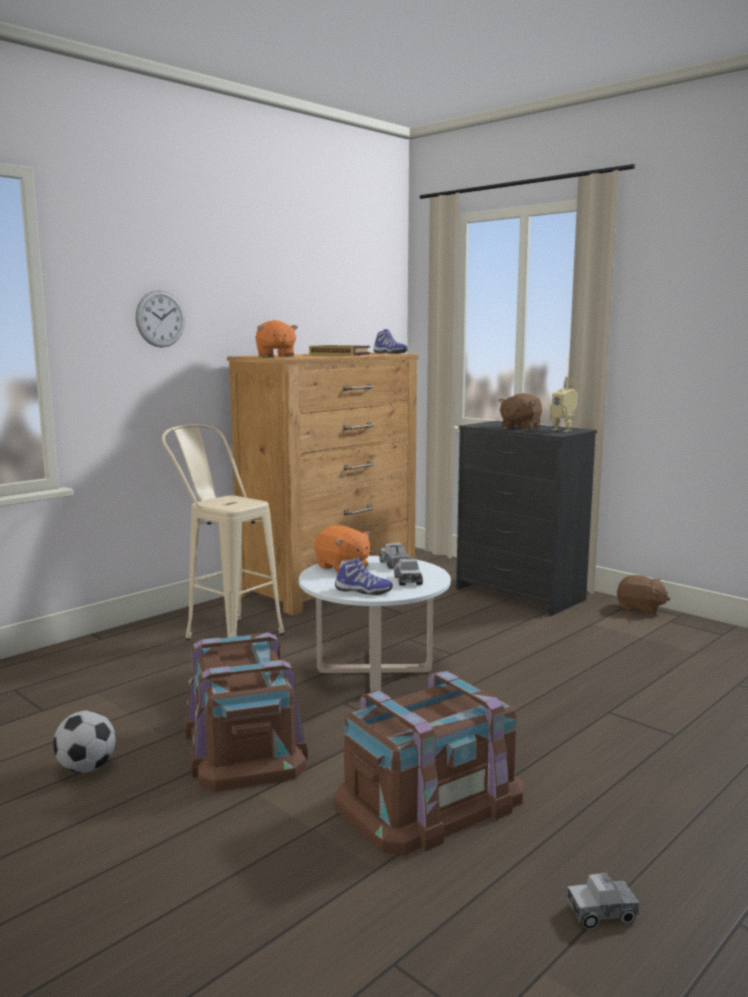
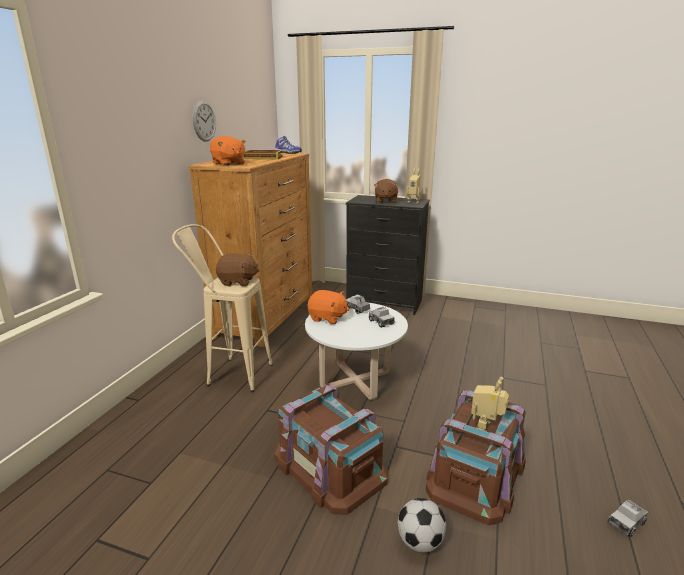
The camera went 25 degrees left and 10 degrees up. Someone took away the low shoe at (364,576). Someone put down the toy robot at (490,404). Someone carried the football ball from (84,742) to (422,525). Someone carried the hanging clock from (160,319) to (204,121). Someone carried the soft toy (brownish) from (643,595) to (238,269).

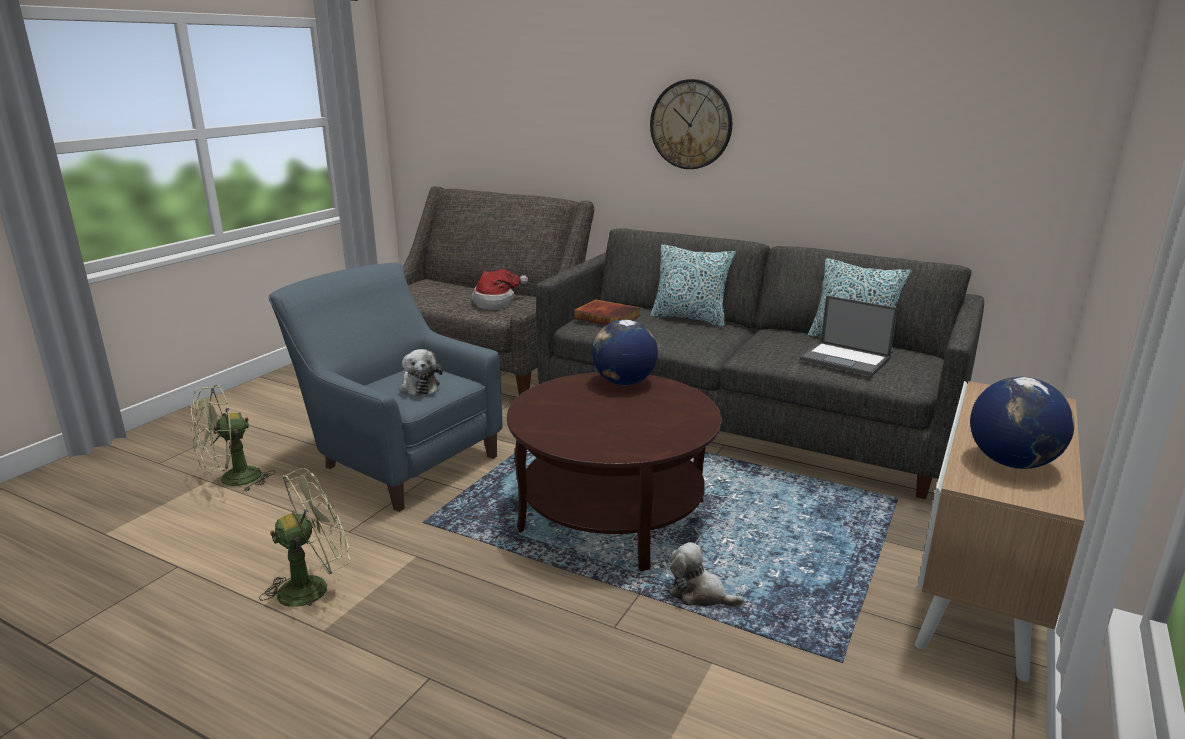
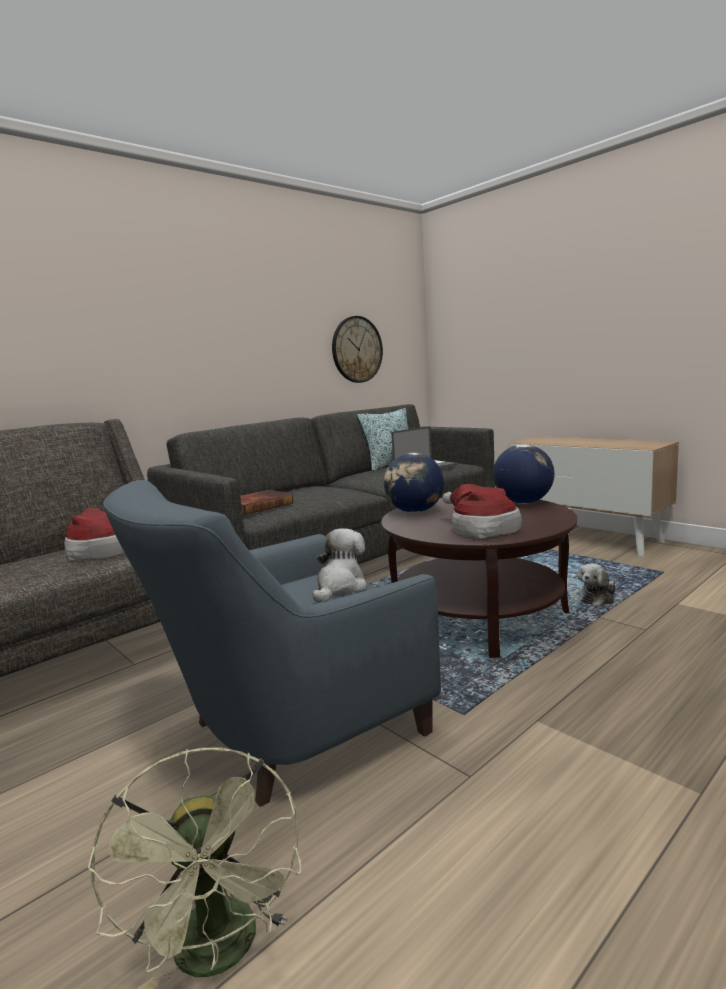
The camera went 70 degrees left and 10 degrees down. Someone took away the fan (green-coloured) at (304,538). Someone took away the pillow at (693,286). Someone put down the clothing hat at (482,511). Someone carried the hanging clock from (691,124) to (357,349). Someone carried the world globe from (1022,423) to (524,474). Someone rotated the soft toy at (421,372) by 60 degrees counterclockwise.

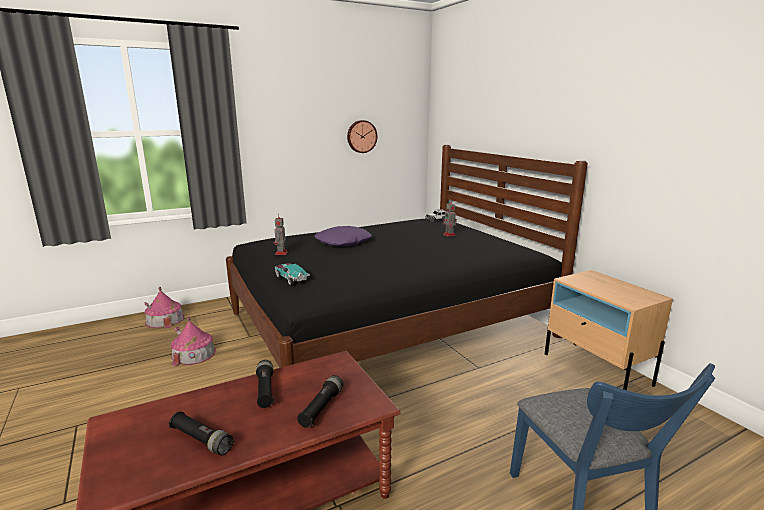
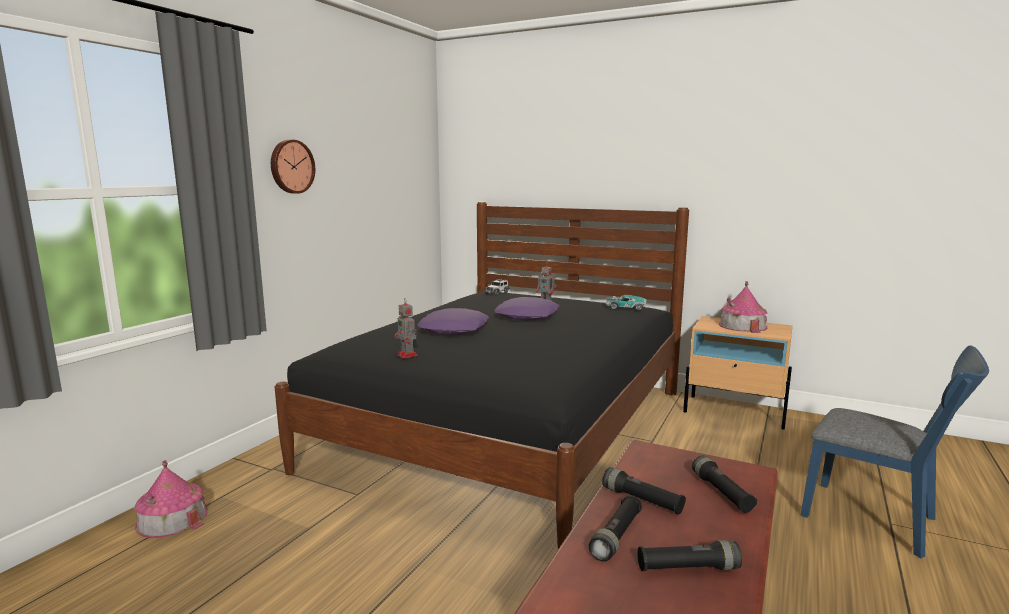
The camera went 35 degrees left and 5 degrees down. Someone put down the pillow (purple) at (527,309). Someone put down the torch (black-coloured) at (615,529). Someone carried the model house from (193,341) to (743,307). Someone carried the miniature car from (292,274) to (626,303). Someone carried the hanging clock from (362,136) to (293,167).

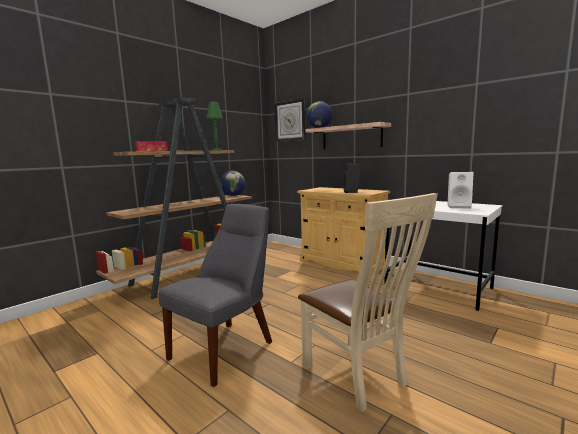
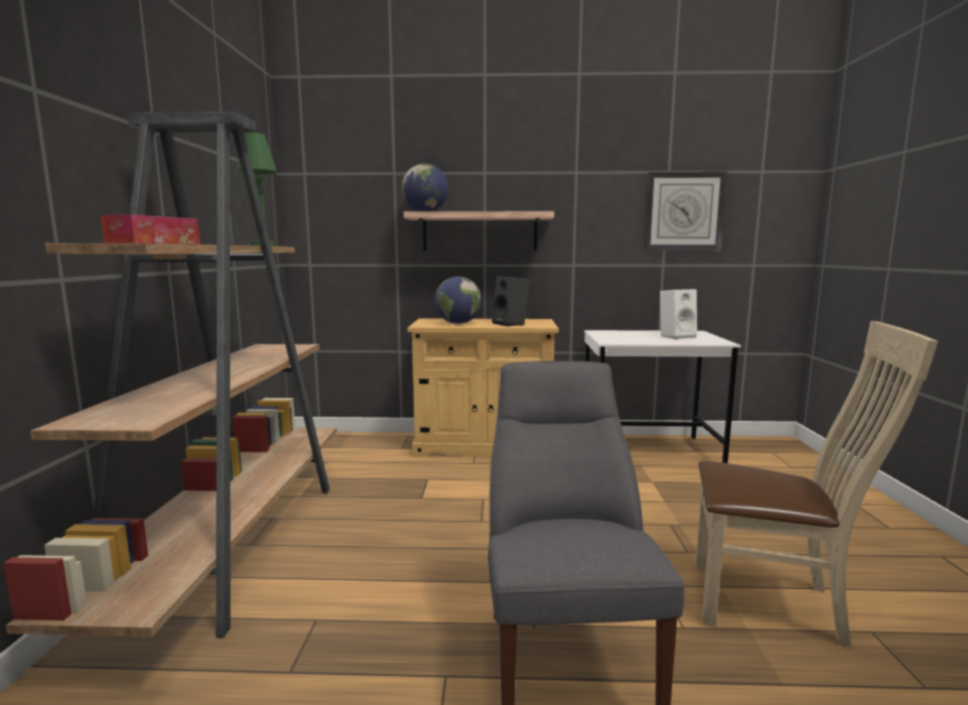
The camera went 40 degrees left and 0 degrees up. Someone carried the world globe from (232,183) to (458,300). Someone carried the hanging clock from (290,120) to (685,210).

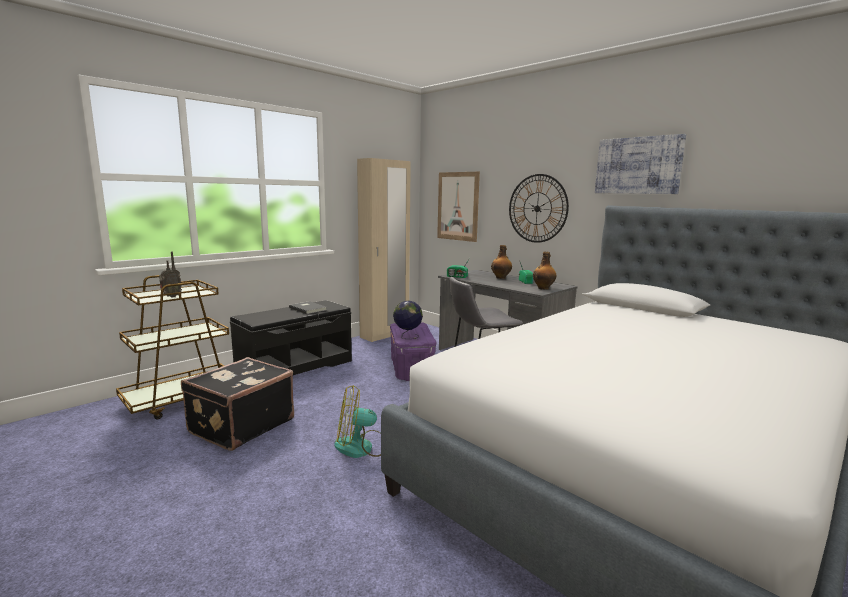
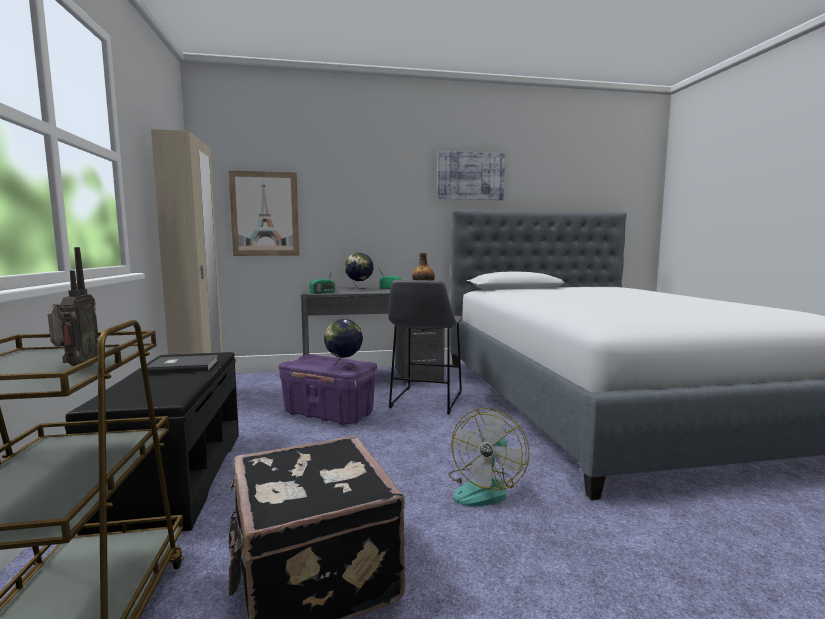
The camera went 55 degrees left and 5 degrees down. Someone took away the hanging clock at (539,208). Someone swapped the drink bottle at (501,262) for the world globe at (359,271).

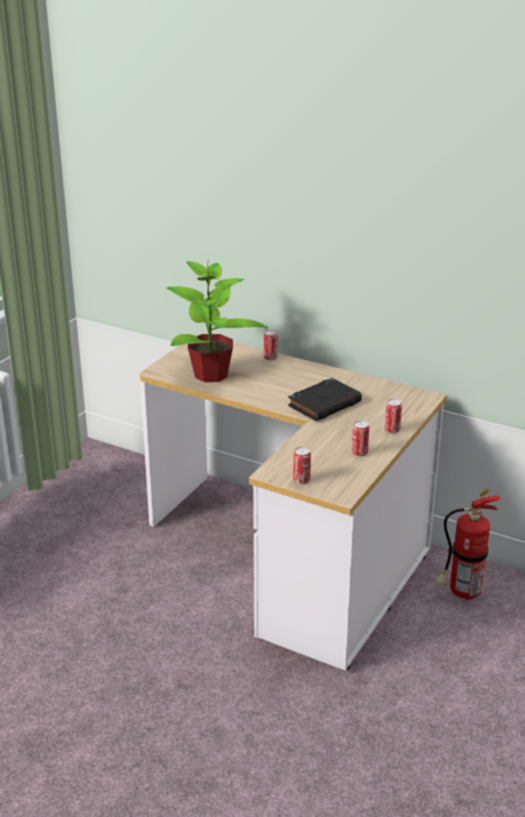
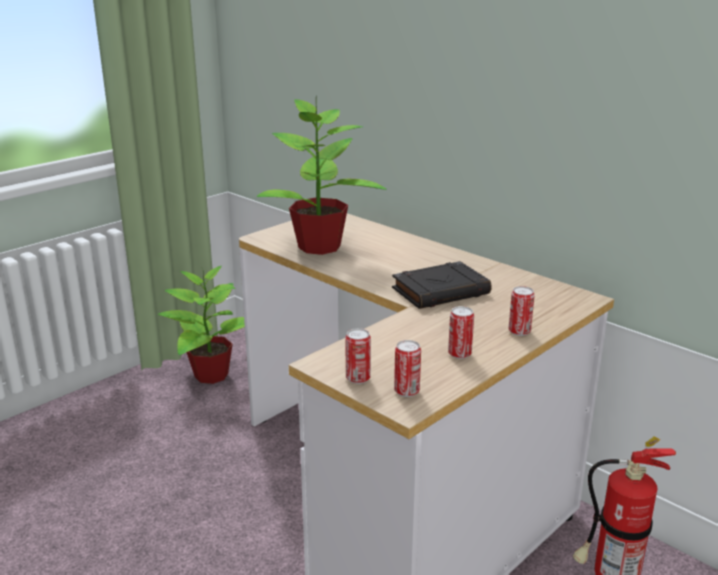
The camera went 15 degrees right and 5 degrees down. Someone put down the plant in a pot at (201,325). Someone carried the sealed can from (271,345) to (407,368).

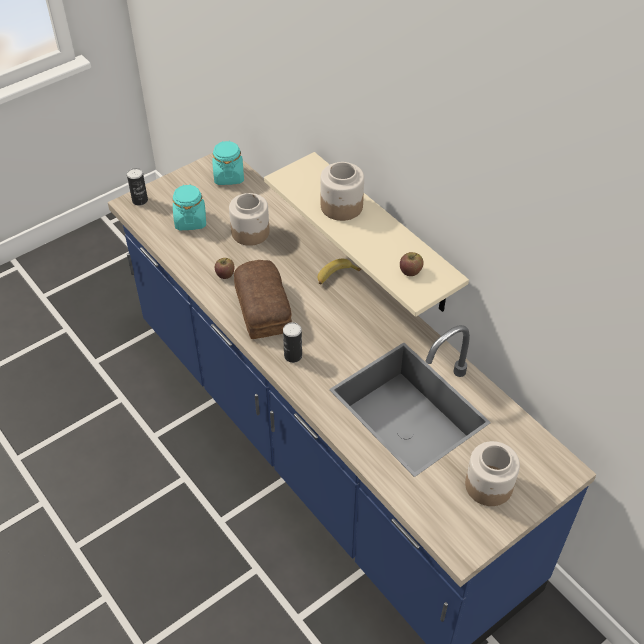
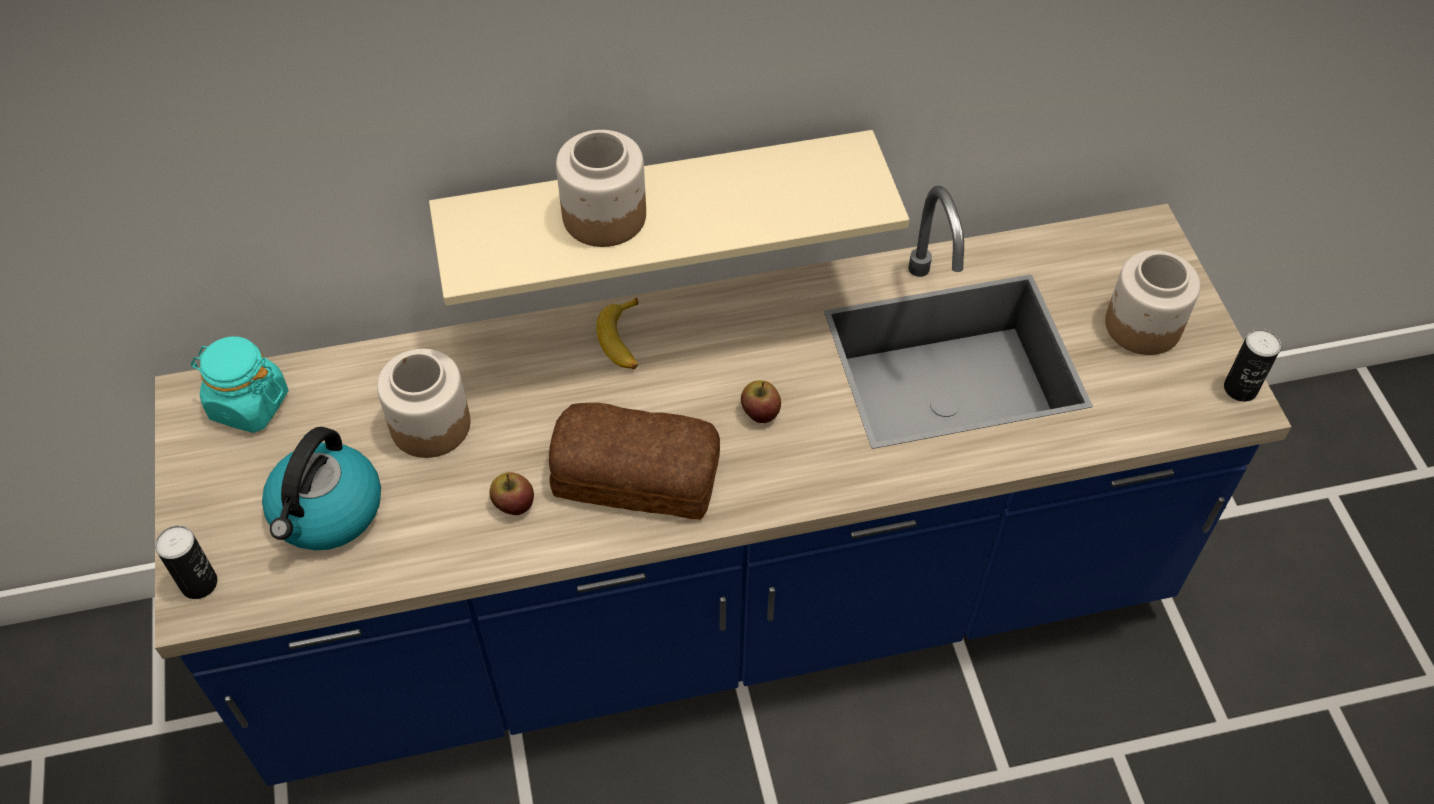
The camera went 65 degrees left and 5 degrees up. Someone carried the sealed can from (292,342) to (1252,365). Someone carried the whole apple from (412,264) to (761,401). Someone swapped the jar (turquoise-coloured) at (189,207) for the water kettle at (321,488).

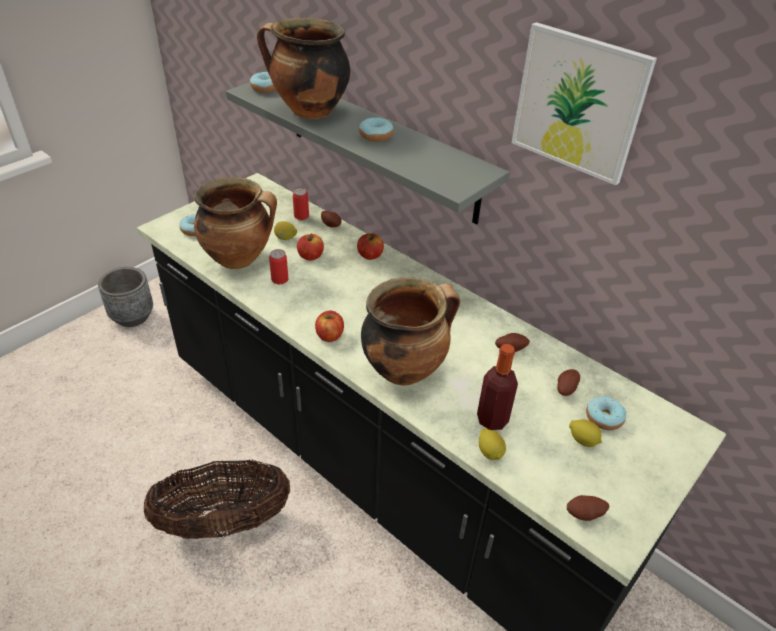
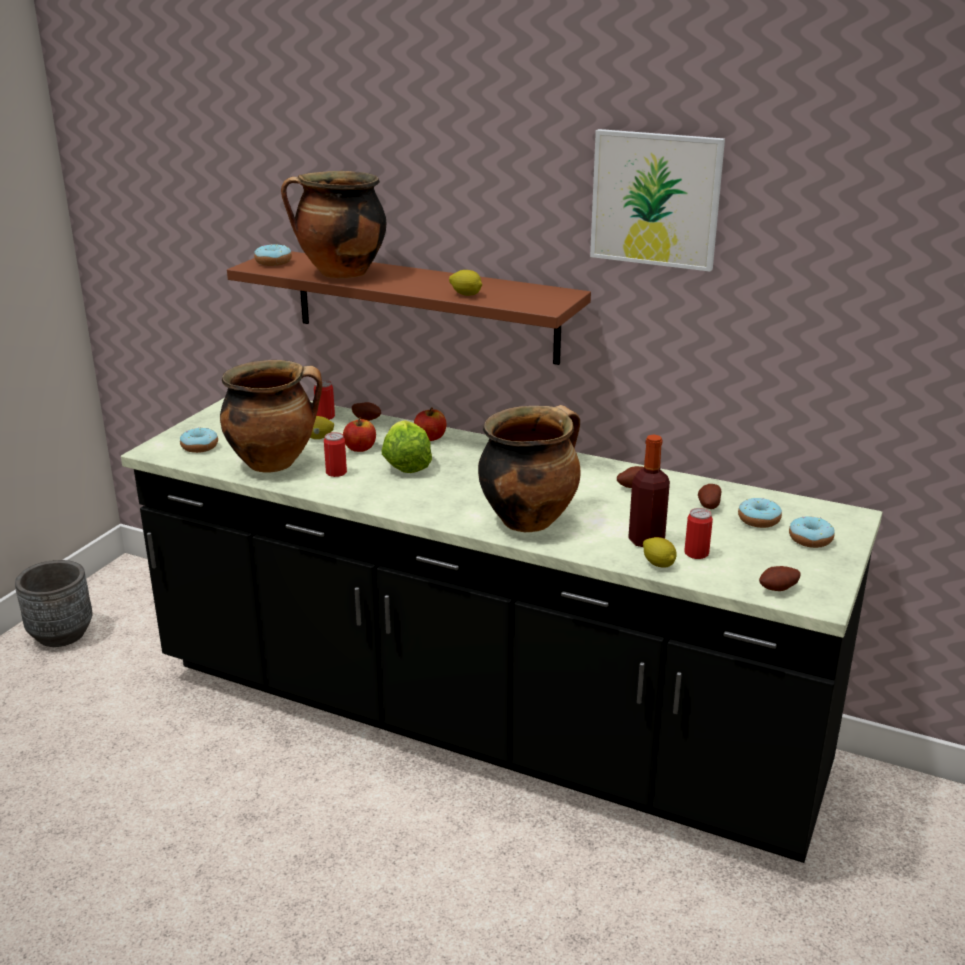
The camera went 15 degrees left and 15 degrees down. Someone took away the basket at (217,499). Someone took away the whole apple at (329,326). Someone put down the lettuce head at (407,446). Someone put down the sealed can at (698,533). Someone carried the donut from (376,129) to (812,532). Someone carried the citrus fruit from (585,433) to (465,283). Someone repainted the wall shelf (gray) at (368,153), which became the wall shelf (brownish) at (409,308).

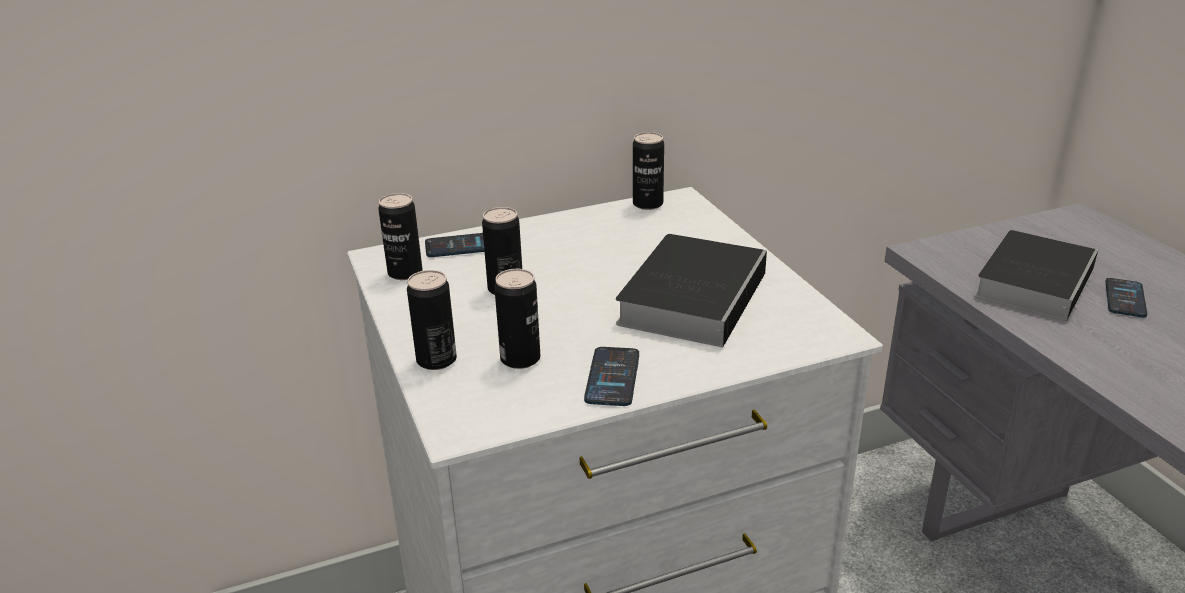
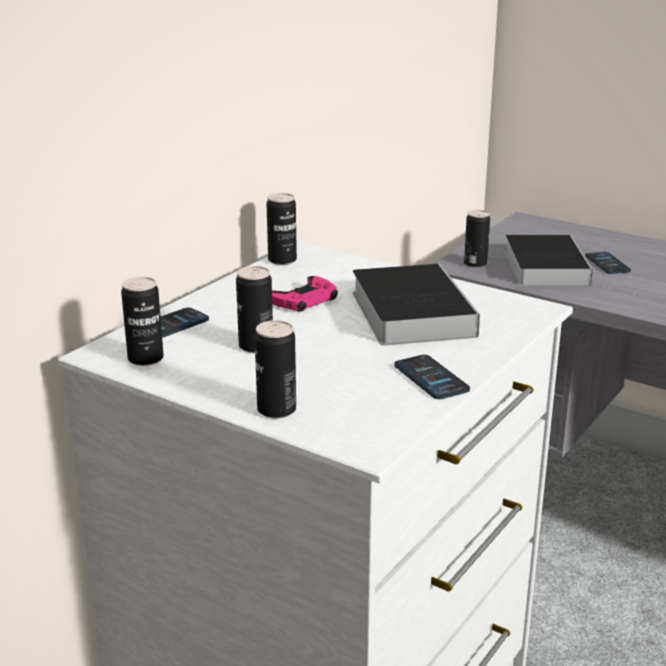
The camera went 35 degrees left and 5 degrees down. Someone put down the gamepad (pinkish) at (305,294). Someone carried the sealed can from (517,319) to (477,239).

